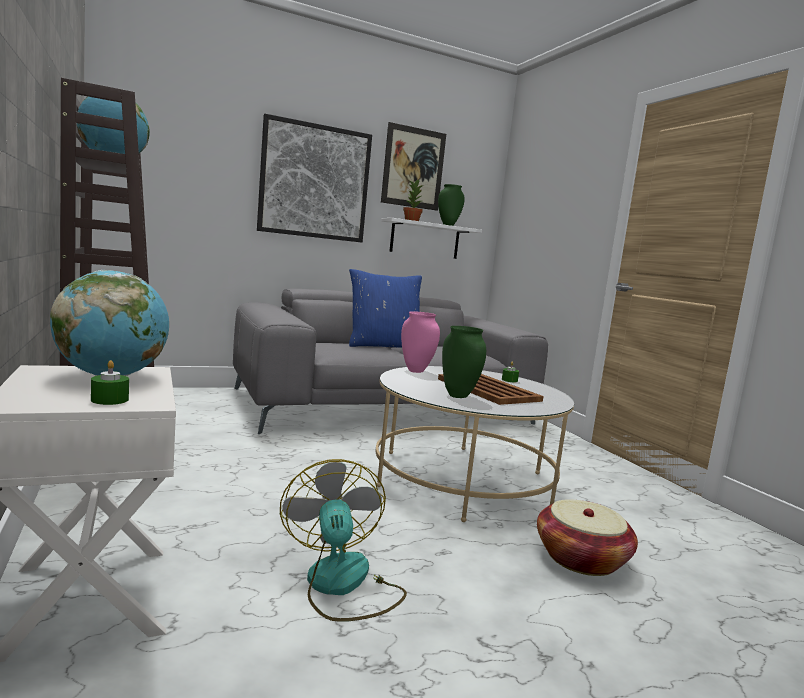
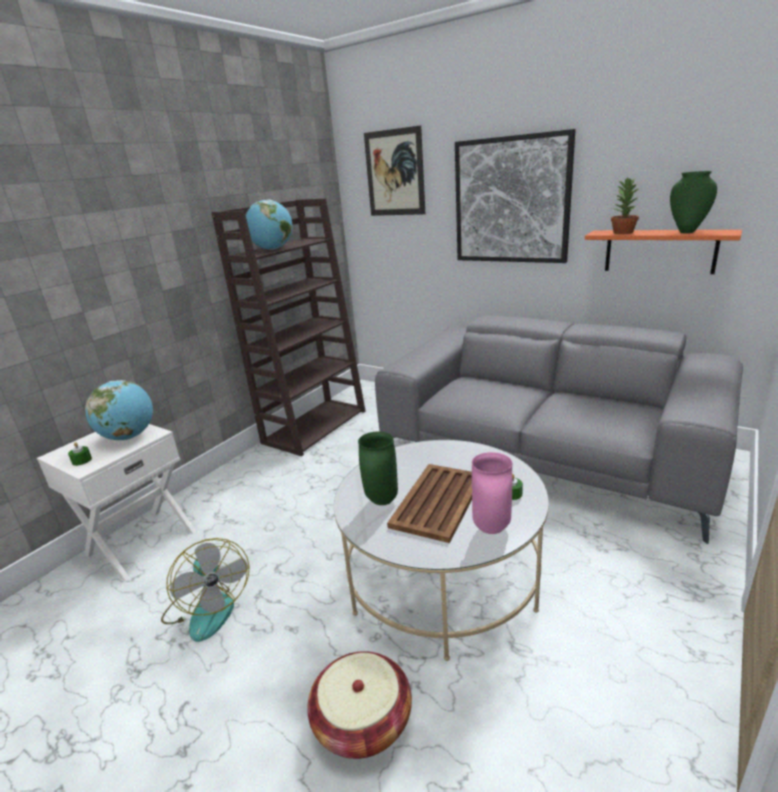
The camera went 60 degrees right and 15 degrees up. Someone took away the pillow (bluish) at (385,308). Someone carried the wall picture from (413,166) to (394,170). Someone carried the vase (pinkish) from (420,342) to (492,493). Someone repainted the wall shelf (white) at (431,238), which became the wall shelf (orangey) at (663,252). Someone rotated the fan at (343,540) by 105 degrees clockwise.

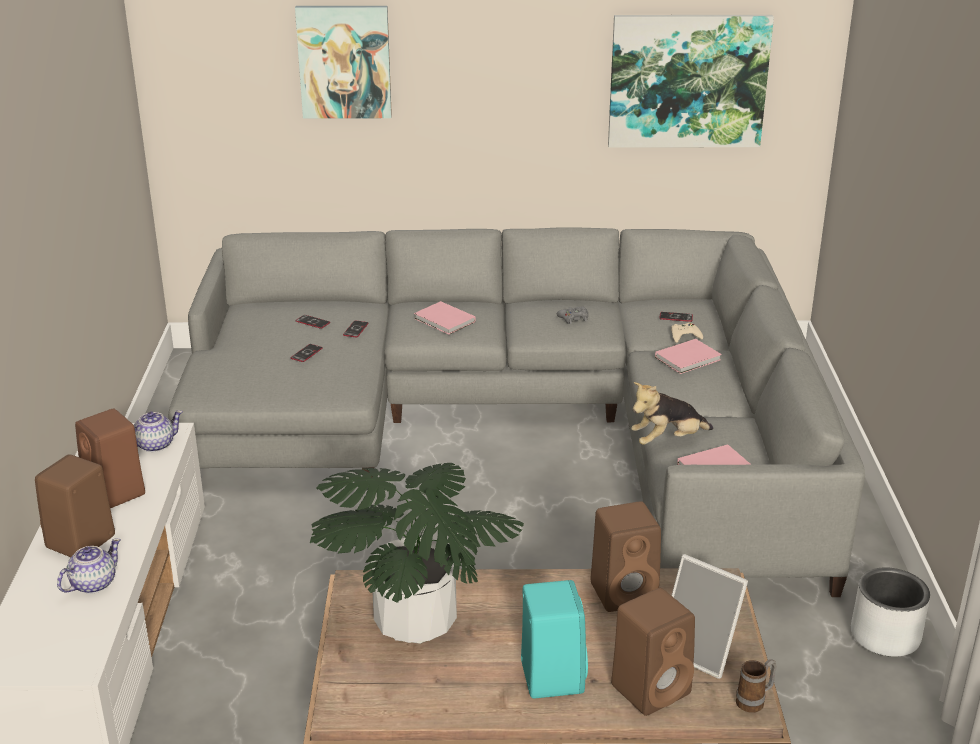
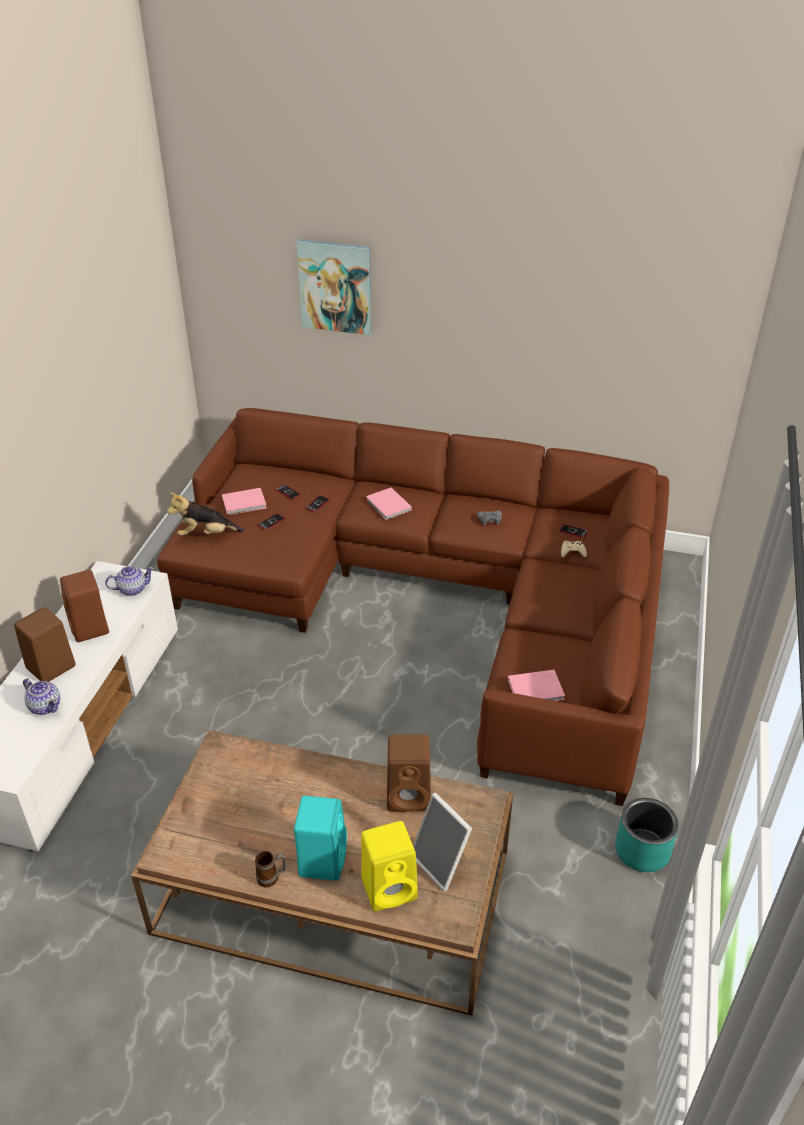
The camera went 15 degrees right and 10 degrees up. Someone took away the plant in a pot at (417,553). Someone took away the wall picture at (691,81). Someone carried the soft toy from (672,413) to (205,514). Someone carried the book (pinkish) from (688,356) to (244,501). Someone carried the mug from (756,686) to (270,869). Someone repainted the couch (gray) at (516,412), which became the couch (brownish) at (413,607). Someone repainted the loudspeaker (brownish) at (653,652), which became the loudspeaker (yellow-coloured) at (389,866). Someone repainted the flower pot (gray) at (890,612), which became the flower pot (turquoise-coloured) at (646,835). Someone rotated the pot for tea at (89,566) by 75 degrees clockwise.

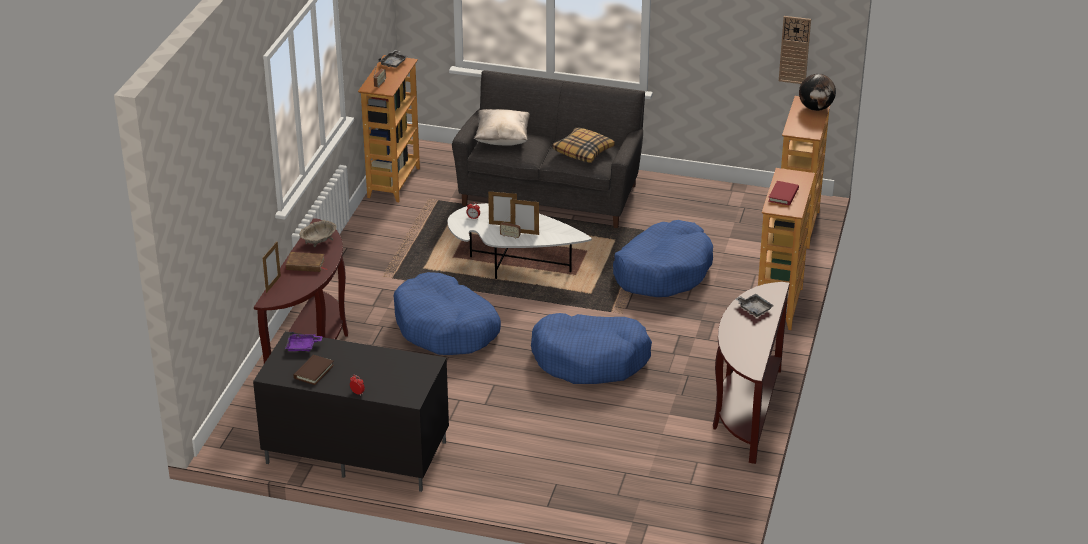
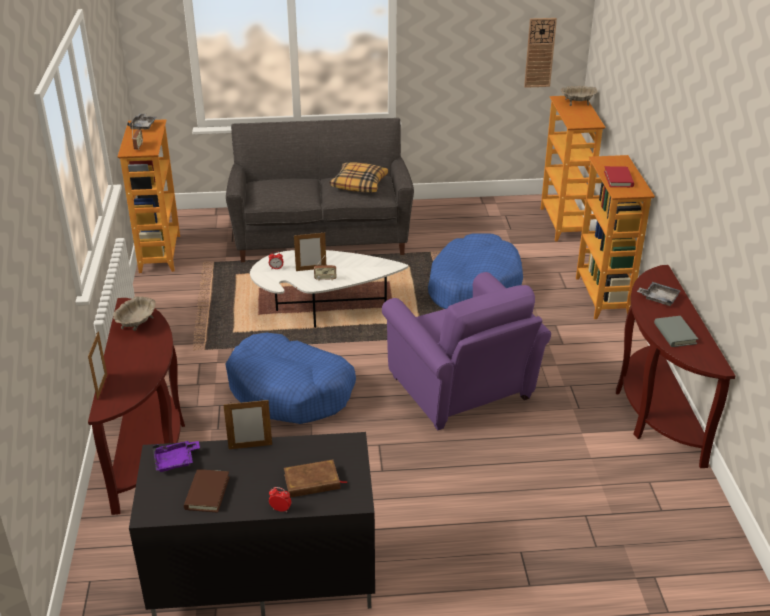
The camera went 20 degrees left and 0 degrees up. Someone took away the pillow (sand-coloured) at (502,127). Someone put down the book (gray) at (676,331). Someone carried the book (brownish) from (306,262) to (315,479). Someone carried the standing frame from (524,216) to (247,424). Someone swapped the dog cushion (bluish) at (591,348) for the armchair (purple) at (466,351). Someone swapped the world globe at (817,92) for the serving bowl (sand-coloured) at (579,96).

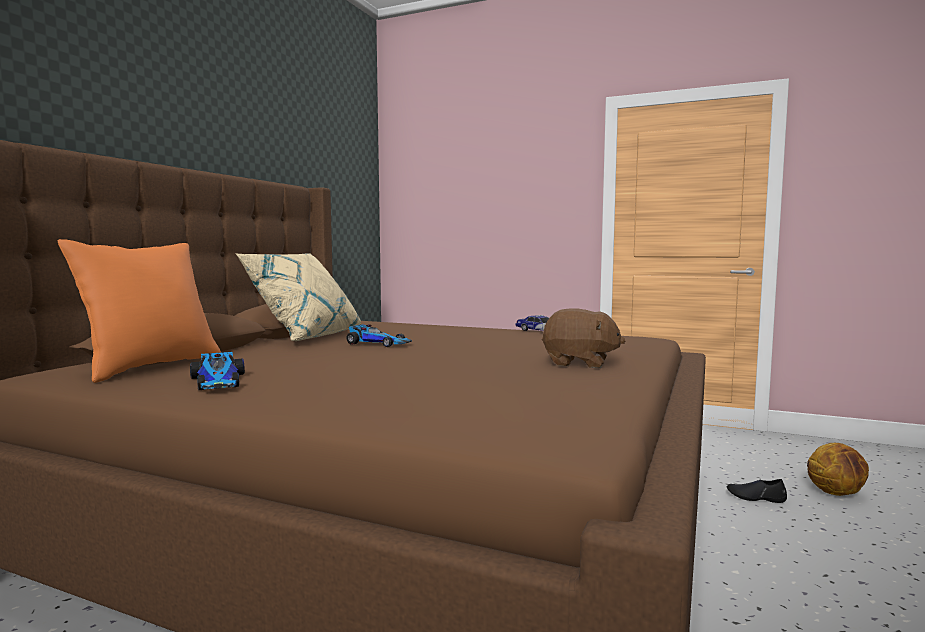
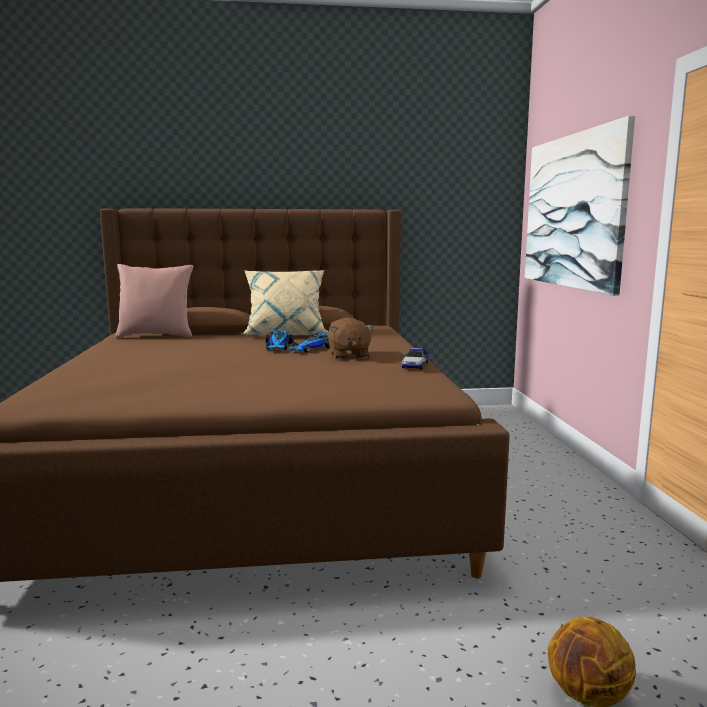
The camera went 60 degrees right and 5 degrees up. Someone took away the low shoe (black-coloured) at (757,491). Someone put up the wall picture at (580,206). Someone carried the miniature car from (217,371) to (308,342). Someone carried the soft toy (brownish) from (583,338) to (351,338). Someone repainted the pillow (orangey) at (139,311), which became the pillow (pinkish) at (154,301).

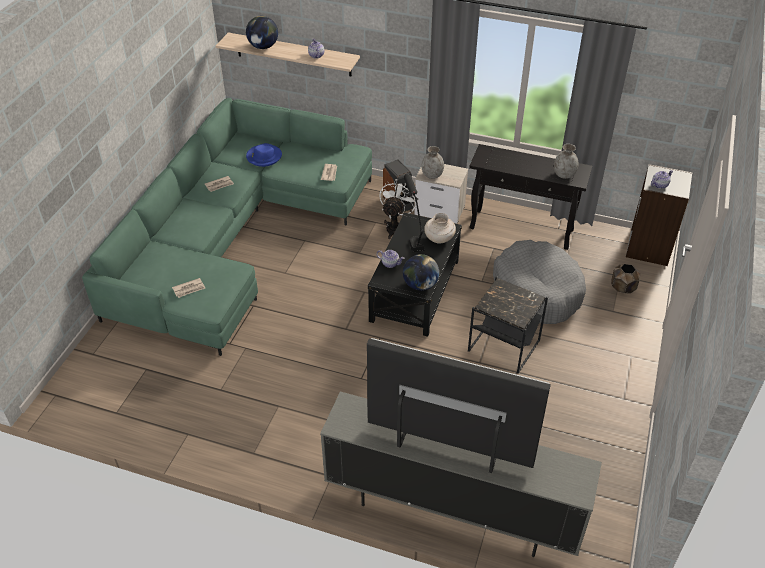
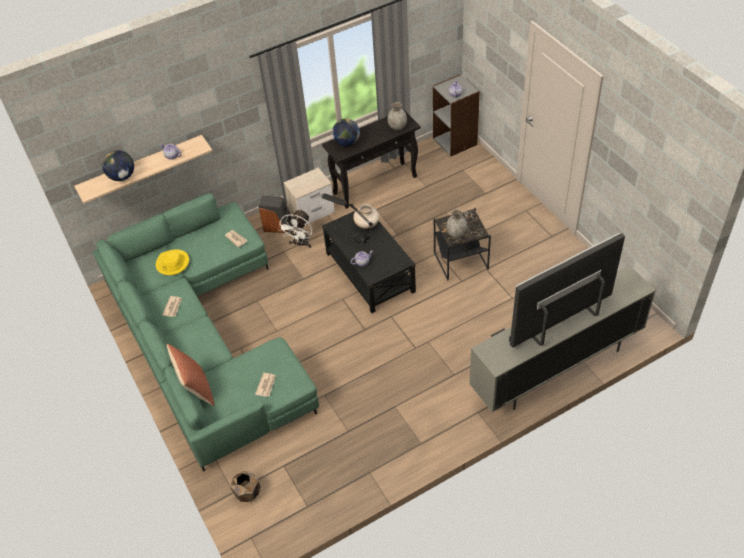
The camera went 45 degrees left and 5 degrees up. Someone took away the dog cushion (gray) at (539,282). Someone put down the pillow at (191,375). Someone carried the world globe from (421,272) to (346,132). Someone carried the vase (gray) from (432,162) to (456,223). Someone carried the flower pot (brownish) from (625,278) to (245,486). Someone repainted the clothing hat (bluish) at (264,155), which became the clothing hat (yellow-coloured) at (172,262). Someone rotated the fan (white) at (397,209) by 135 degrees counterclockwise.

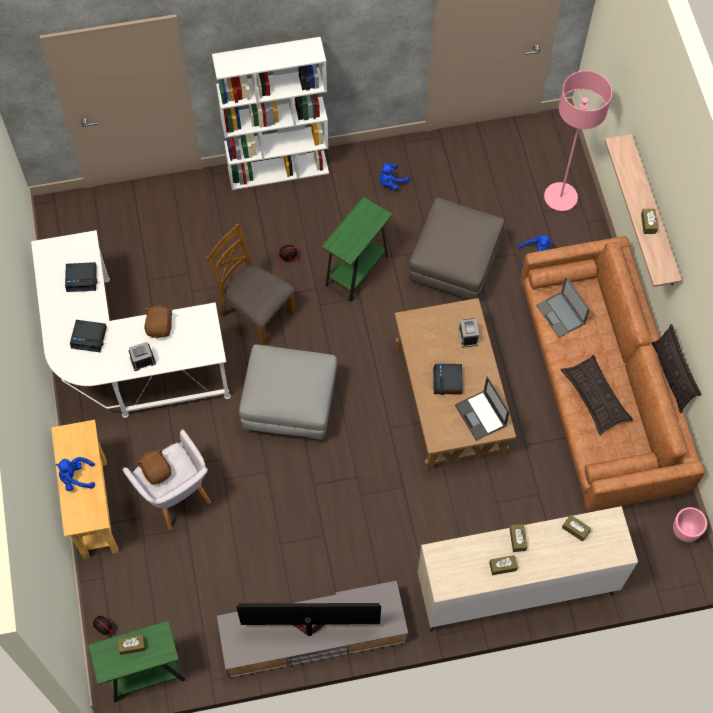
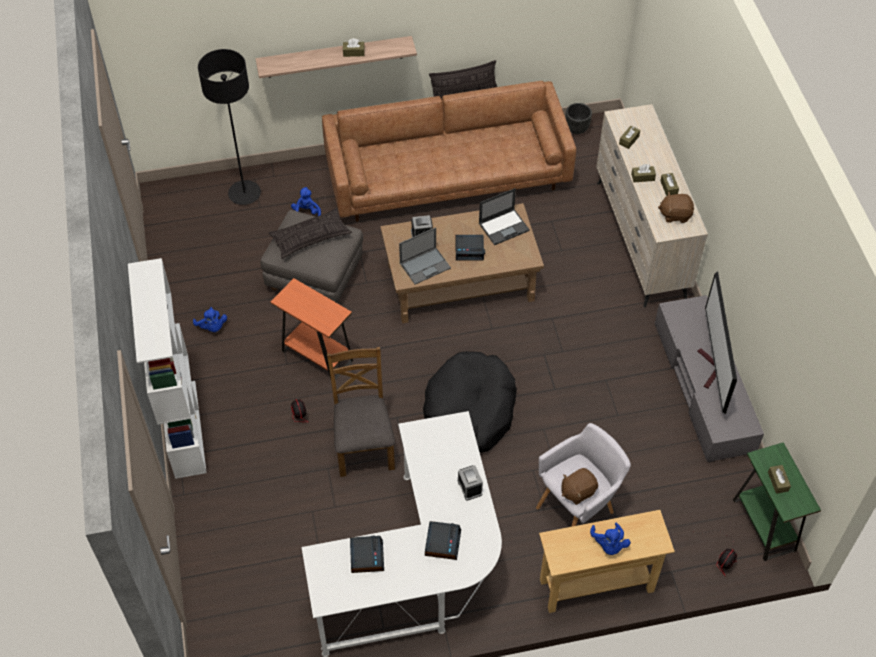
The camera went 90 degrees left and 10 degrees down. Someone carried the soft toy (brownish) from (158,321) to (676,207). Someone carried the portable computer from (563,307) to (425,256). Someone carried the pillow from (597,395) to (310,233). Someone swapped the footrest (gray) at (288,392) for the dog cushion (black-coloured) at (470,402). Someone repainted the side table (green-coloured) at (357,249), which became the side table (orangey) at (312,329). Someone repainted the standing lamp (pinkish) at (578,141), which became the standing lamp (black-coloured) at (229,127). Someone repainted the flower pot (pinkish) at (690,524), which became the flower pot (black-coloured) at (578,118). Someone rotated the plain chair (brownish) at (250,284) by 135 degrees clockwise.

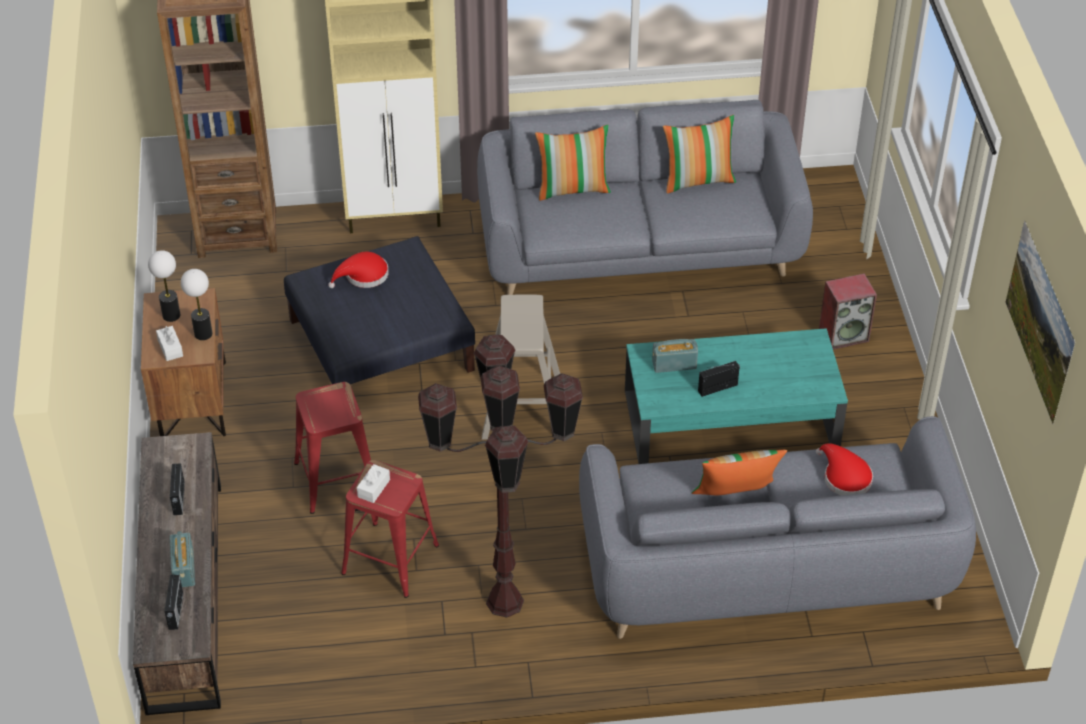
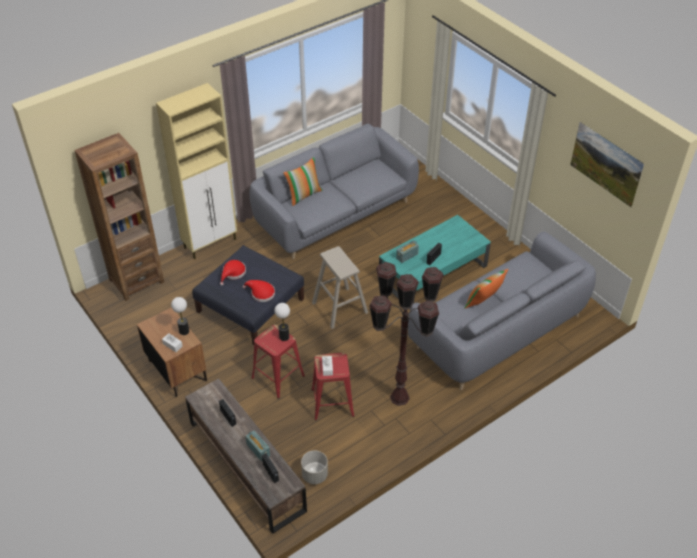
The camera went 30 degrees left and 0 degrees up. Someone took away the pillow at (699,154). Someone took away the loudspeaker at (848,311). Someone put down the flower pot (gray) at (314,467). Someone carried the lamp for a table from (164,286) to (282,322). Someone carried the clothing hat (red) from (844,469) to (259,291).

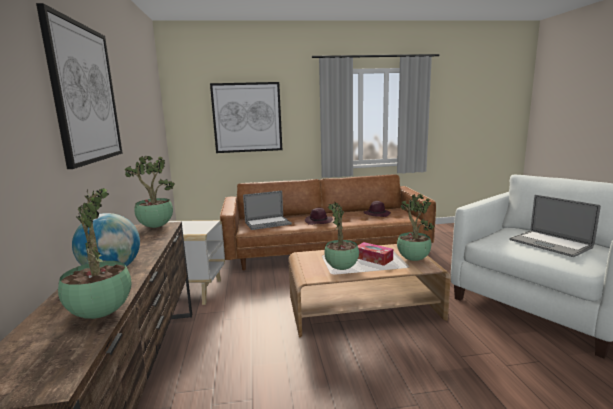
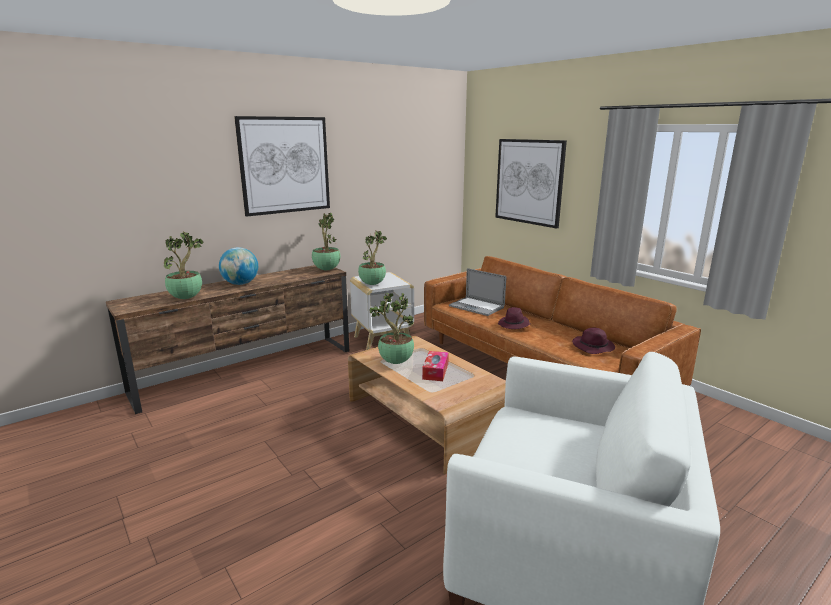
The camera went 60 degrees right and 5 degrees up. Someone took away the portable computer at (555,226). Someone carried the plant in a pot from (415,227) to (372,258).

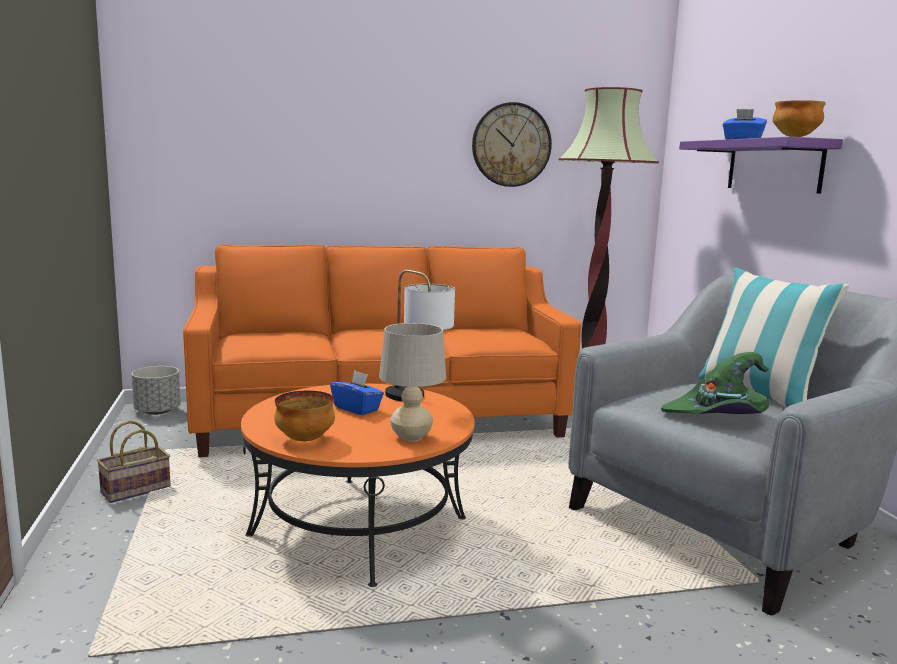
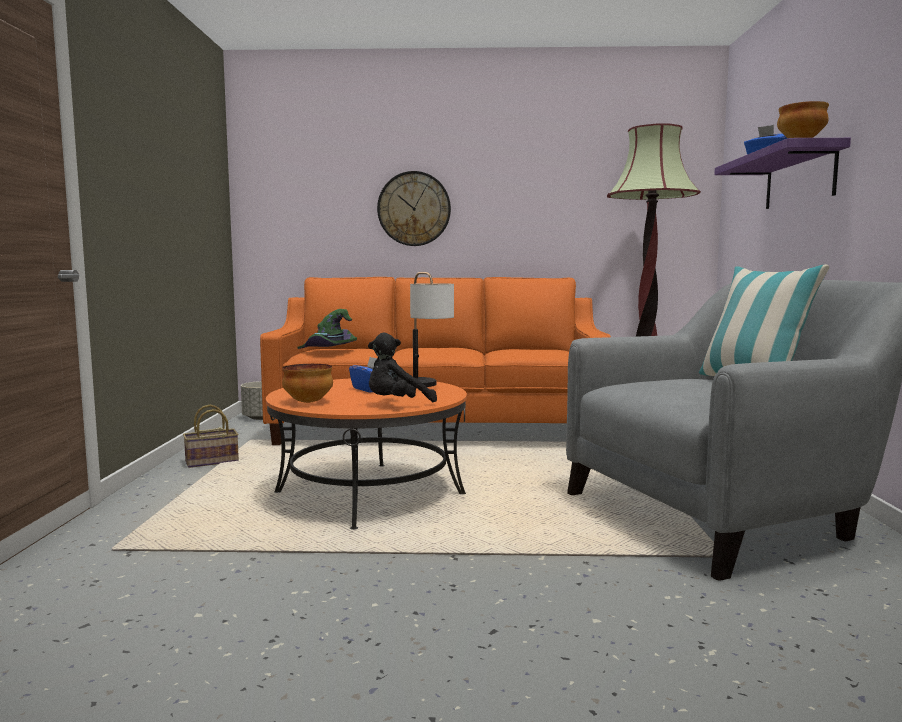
The camera went 15 degrees right and 5 degrees down. Someone carried the hanging clock from (512,144) to (414,208). Someone carried the clothing hat (green-coloured) from (715,383) to (327,329). Someone swapped the lamp for a table (sand-coloured) at (412,382) for the soft toy (black-coloured) at (402,368).

